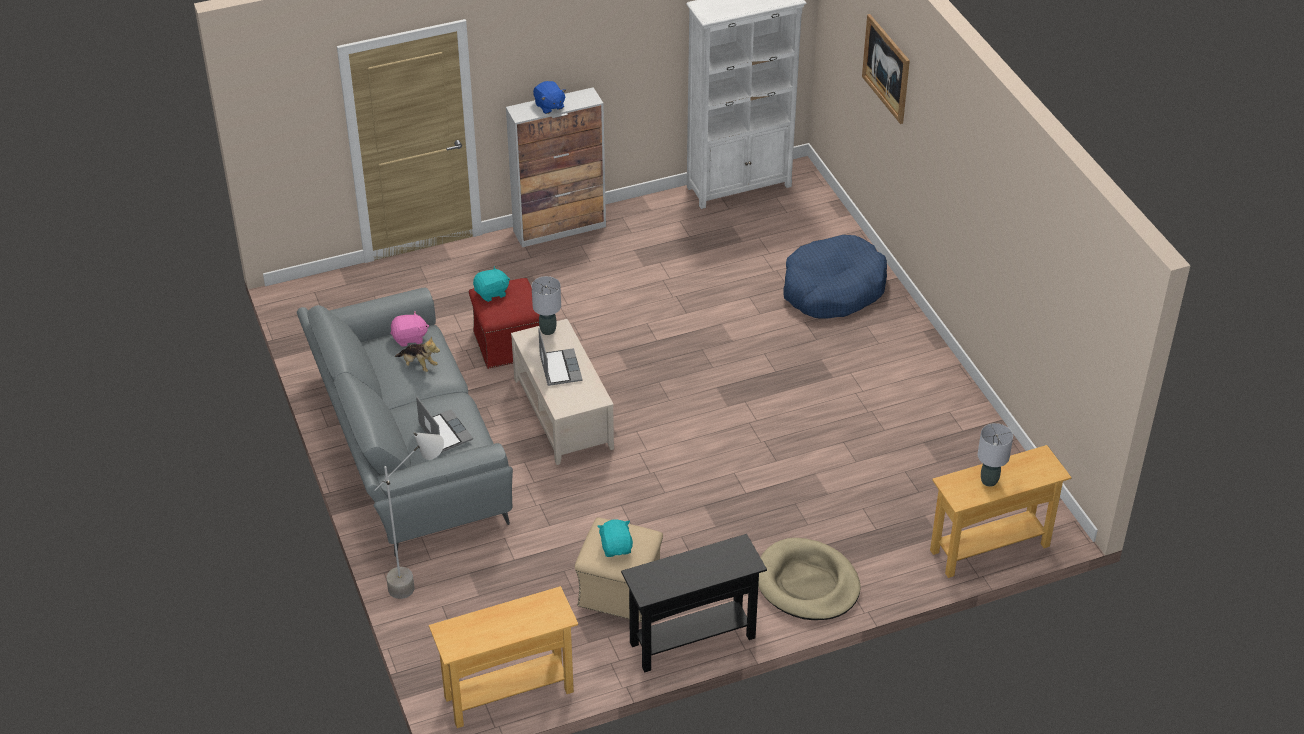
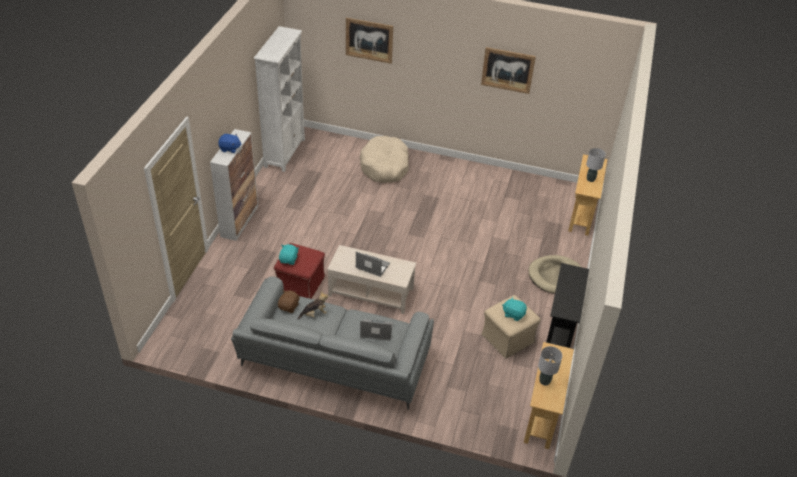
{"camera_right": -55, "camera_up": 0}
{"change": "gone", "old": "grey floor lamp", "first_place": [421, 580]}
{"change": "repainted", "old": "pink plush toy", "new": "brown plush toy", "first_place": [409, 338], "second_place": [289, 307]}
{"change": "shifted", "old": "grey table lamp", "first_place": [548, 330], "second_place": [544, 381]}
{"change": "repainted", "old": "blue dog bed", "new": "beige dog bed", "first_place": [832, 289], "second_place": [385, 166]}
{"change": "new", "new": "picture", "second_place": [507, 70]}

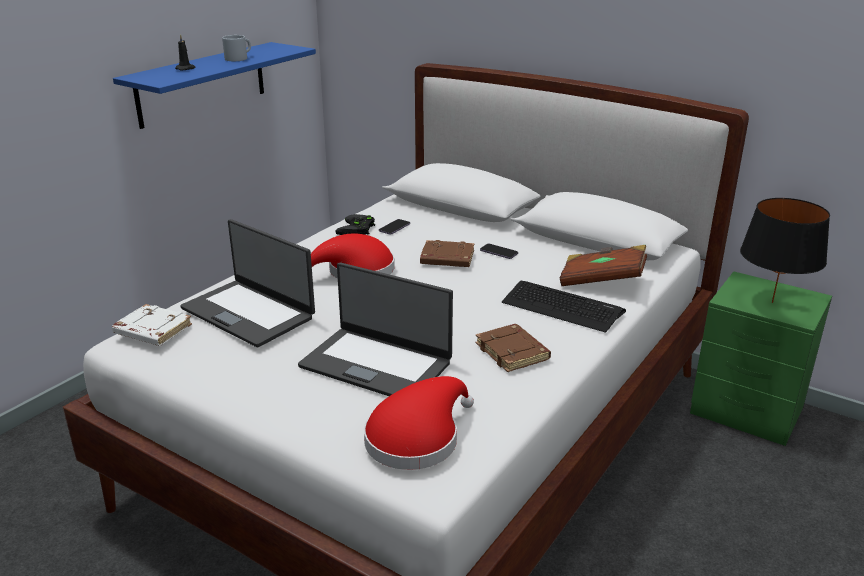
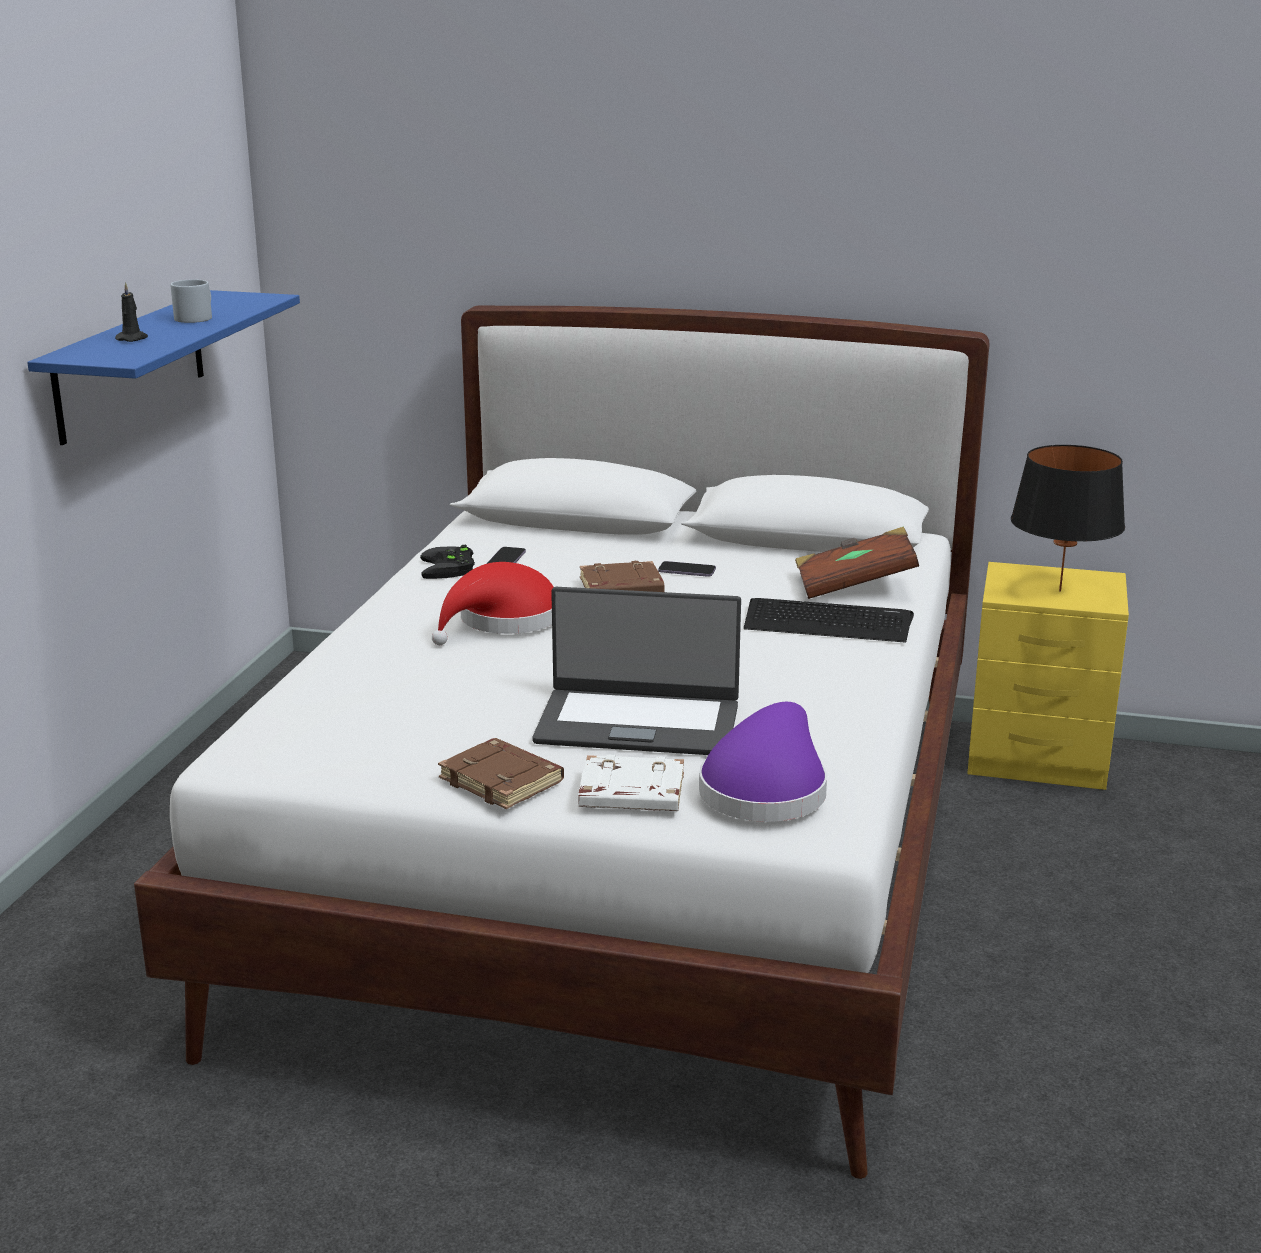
{"camera_right": -20, "camera_up": -5}
{"change": "shifted", "old": "white book", "first_place": [151, 330], "second_place": [630, 794]}
{"change": "gone", "old": "laptop", "first_place": [249, 312]}
{"change": "repainted", "old": "red hat", "new": "purple hat", "first_place": [417, 438], "second_place": [766, 789]}
{"change": "shifted", "old": "brown book", "first_place": [513, 352], "second_place": [503, 781]}
{"change": "repainted", "old": "green nightstand", "new": "yellow nightstand", "first_place": [748, 412], "second_place": [1040, 759]}

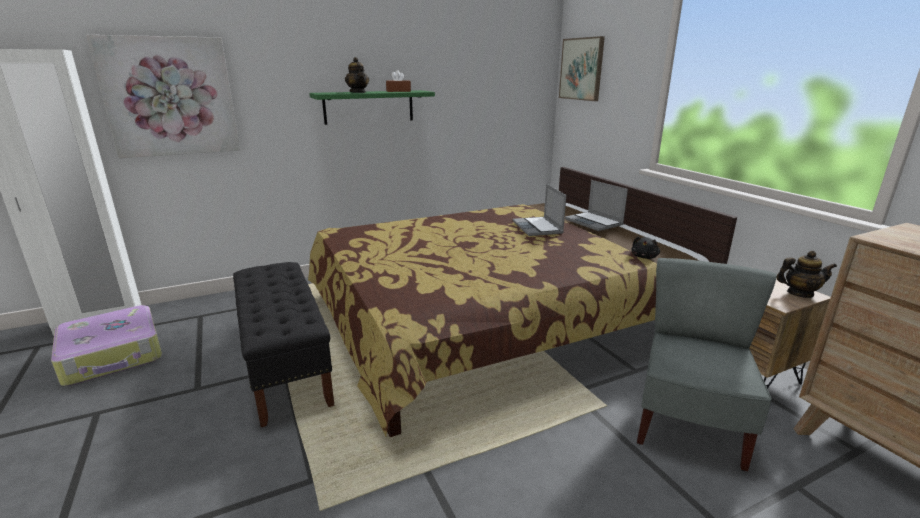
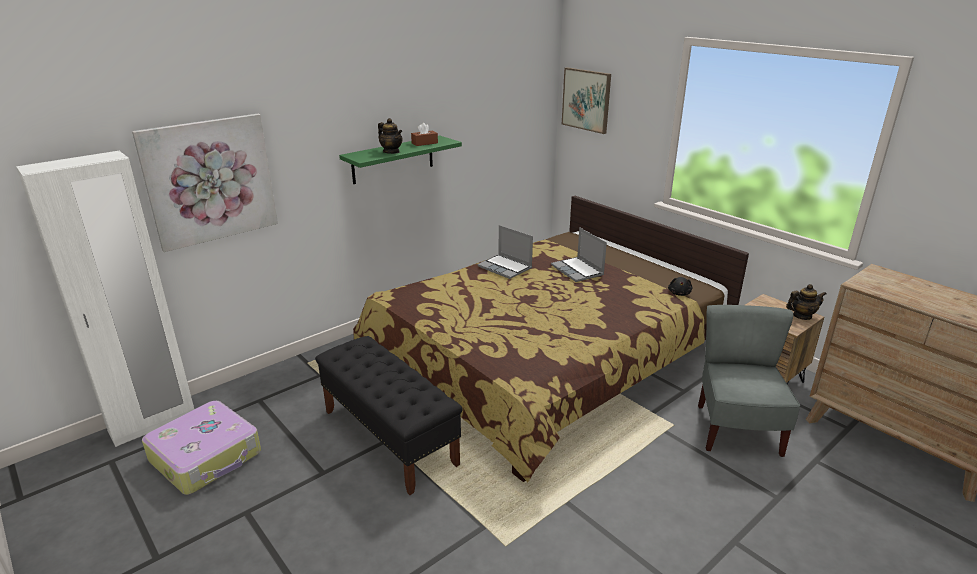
{"camera_right": -15, "camera_up": 5}
{"change": "shifted", "old": "laptop", "first_place": [594, 222], "second_place": [505, 267]}

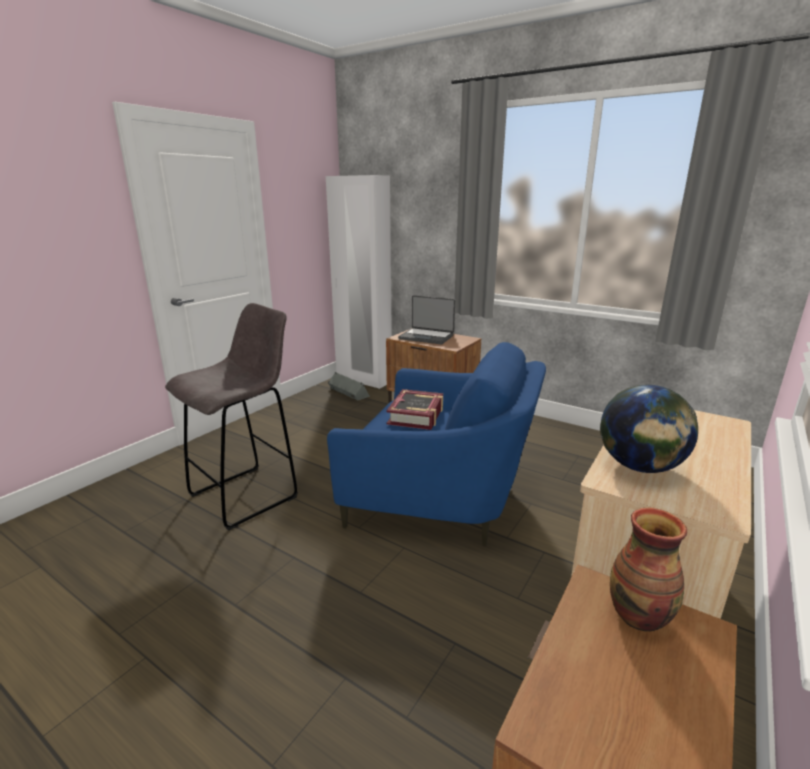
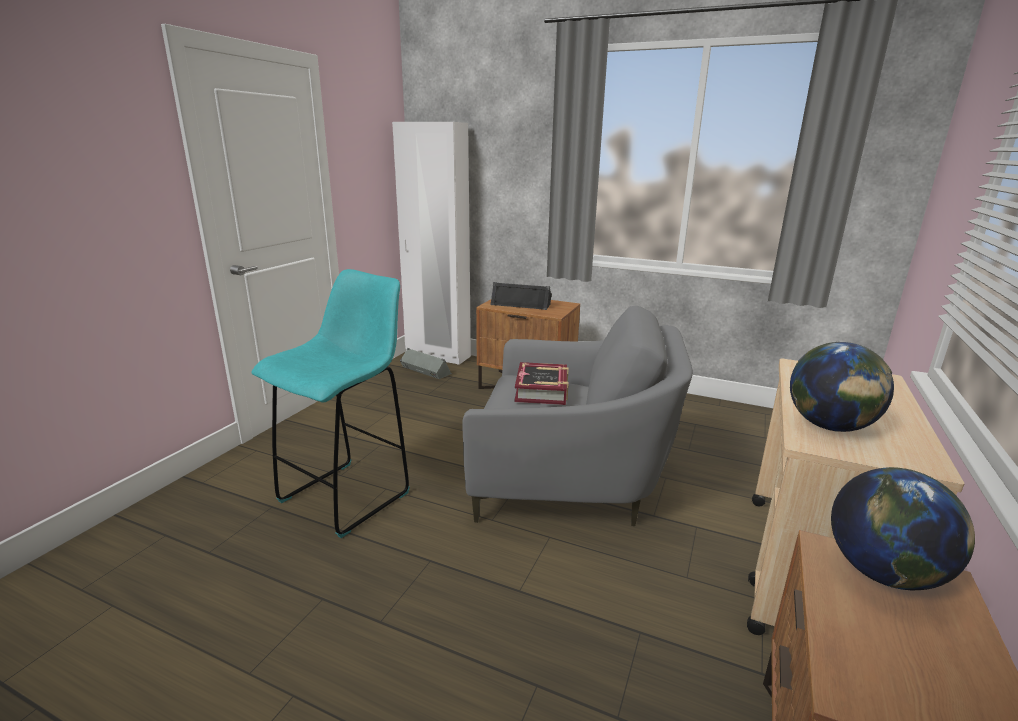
{"camera_right": -10, "camera_up": 0}
{"change": "repainted", "old": "grey stool", "new": "turquoise stool", "first_place": [247, 495], "second_place": [348, 495]}
{"change": "repainted", "old": "blue armchair", "new": "grey armchair", "first_place": [440, 498], "second_place": [569, 480]}
{"change": "swapped", "old": "laptop", "new": "black speaker", "first_place": [427, 337], "second_place": [521, 304]}
{"change": "swapped", "old": "vase", "new": "globe", "first_place": [640, 616], "second_place": [883, 574]}

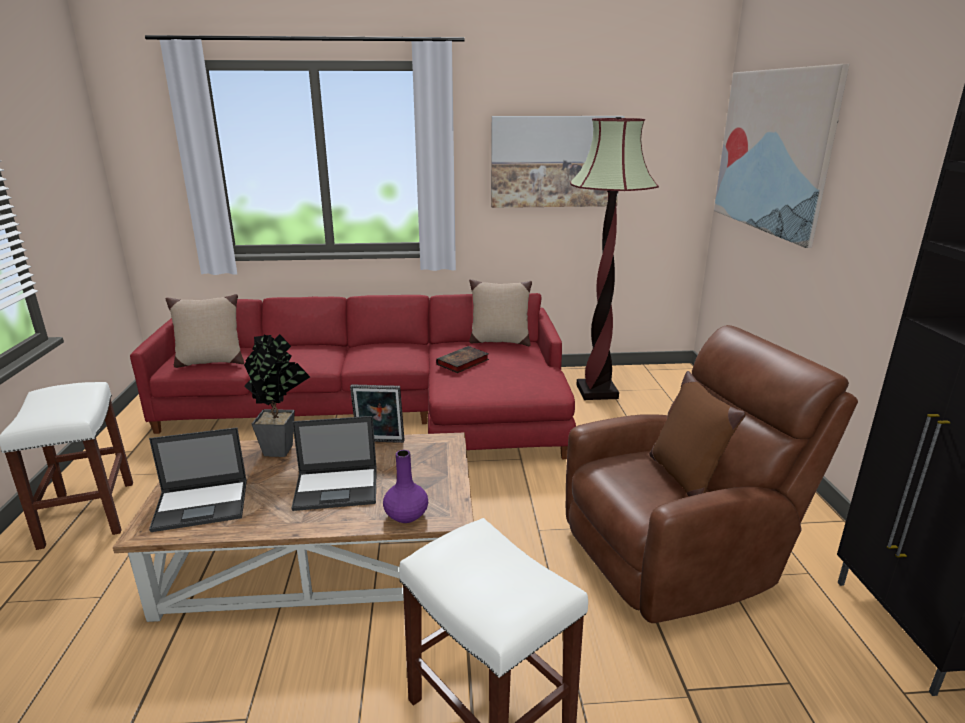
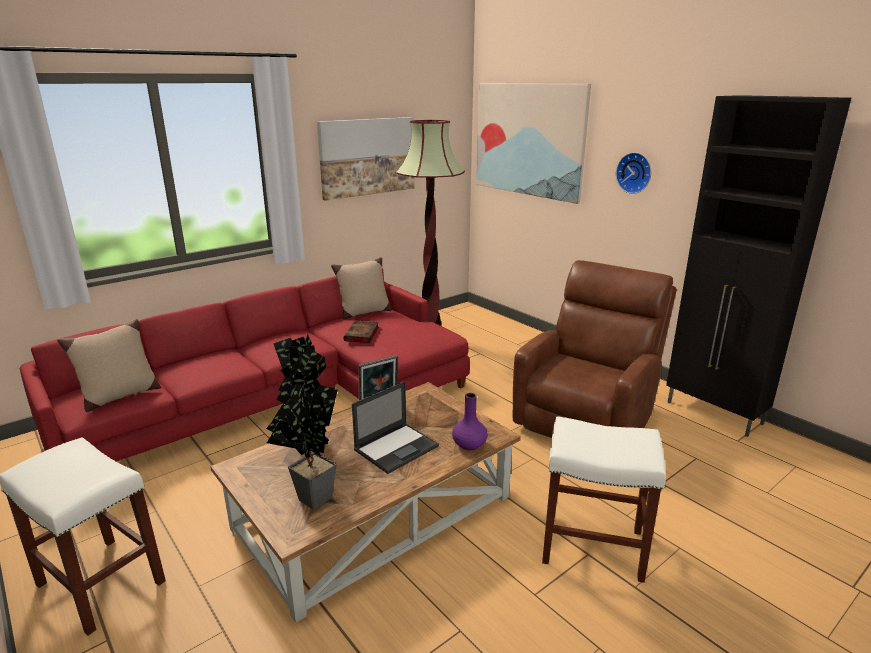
{"camera_right": -35, "camera_up": 0}
{"change": "swapped", "old": "laptop", "new": "potted plant", "first_place": [203, 505], "second_place": [309, 499]}
{"change": "gone", "old": "brown pillow", "first_place": [684, 477]}
{"change": "new", "new": "wall clock", "second_place": [635, 172]}

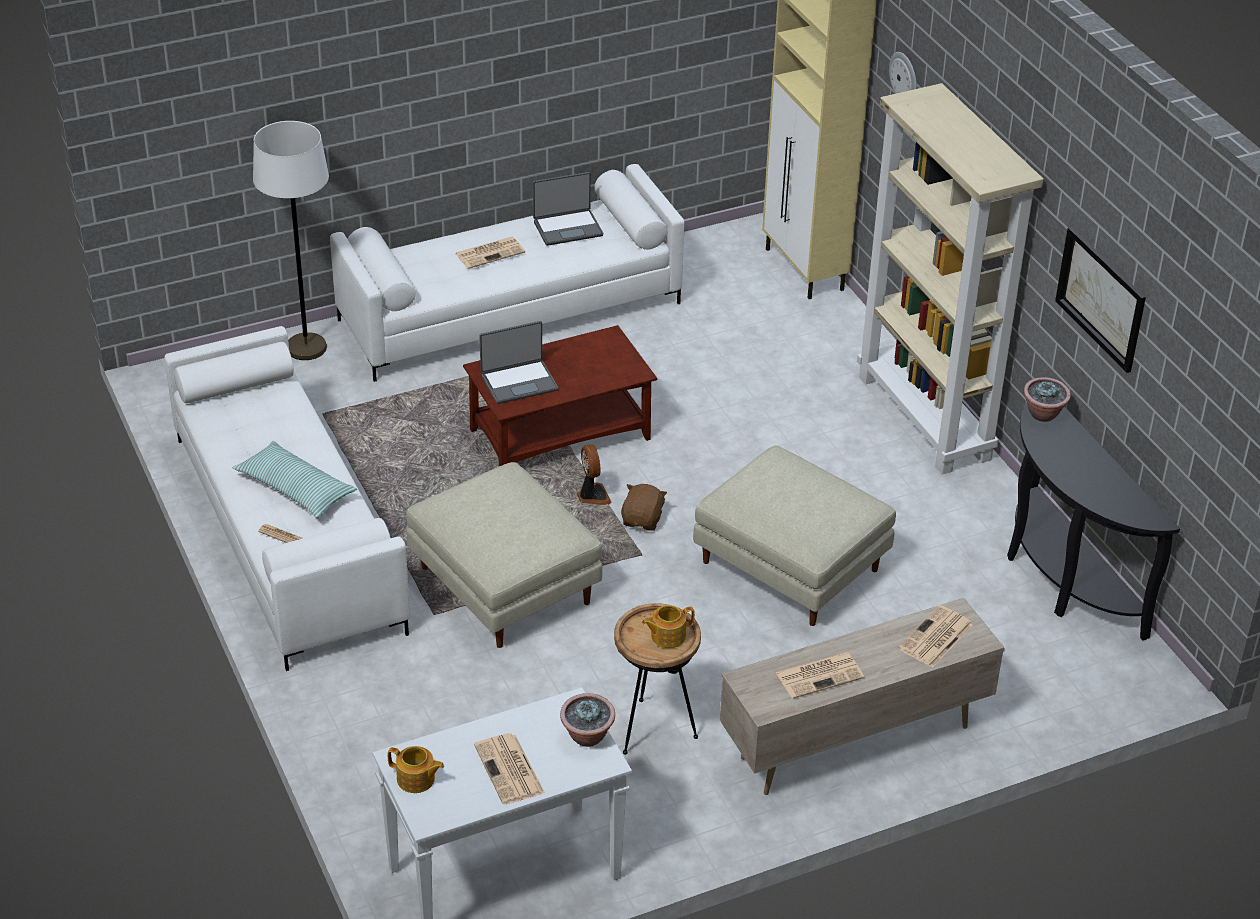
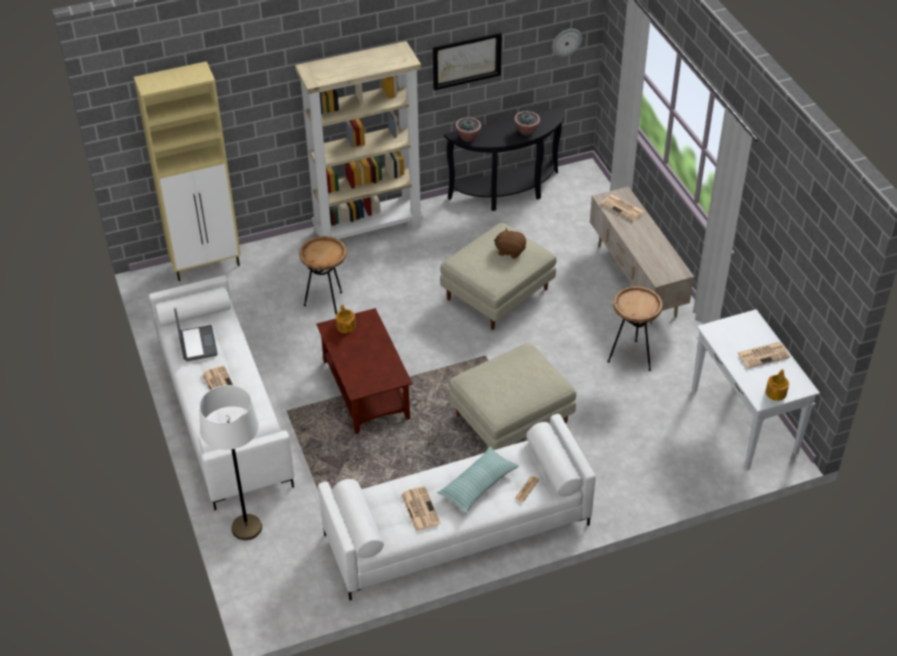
{"camera_right": -85, "camera_up": 5}
{"change": "gone", "old": "laptop", "first_place": [519, 382]}
{"change": "shifted", "old": "potted plant", "first_place": [587, 737], "second_place": [526, 131]}
{"change": "gone", "old": "fan", "first_place": [592, 496]}
{"change": "shifted", "old": "brown plush toy", "first_place": [643, 520], "second_place": [510, 251]}
{"change": "shifted", "old": "teapot", "first_place": [667, 636], "second_place": [346, 326]}
{"change": "shifted", "old": "newspaper", "first_place": [820, 675], "second_place": [419, 508]}
{"change": "shifted", "old": "wall clock", "first_place": [904, 78], "second_place": [566, 42]}
{"change": "new", "new": "brown side table", "second_place": [327, 306]}

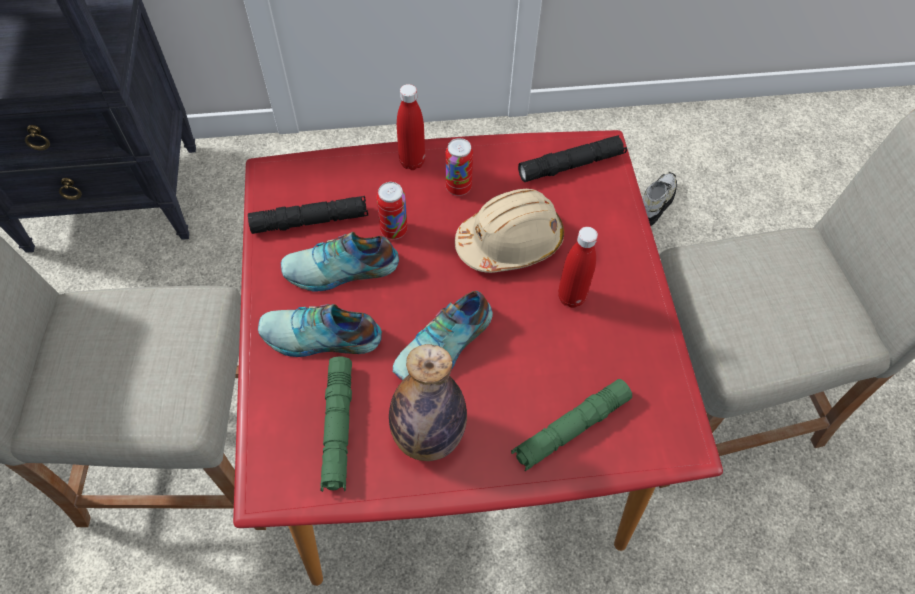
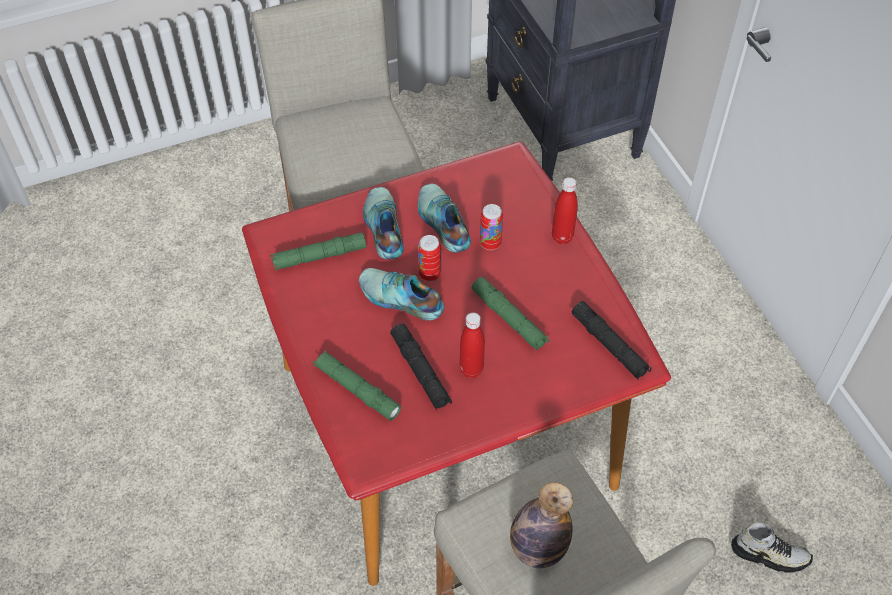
{"camera_right": 75, "camera_up": -5}
{"change": "shifted", "old": "black flashlight", "first_place": [310, 221], "second_place": [420, 371]}
{"change": "shifted", "old": "bottle", "first_place": [428, 436], "second_place": [537, 549]}
{"change": "shifted", "old": "can", "first_place": [458, 187], "second_place": [429, 274]}
{"change": "swapped", "old": "beige hard hat", "new": "green flashlight", "first_place": [510, 242], "second_place": [509, 318]}

